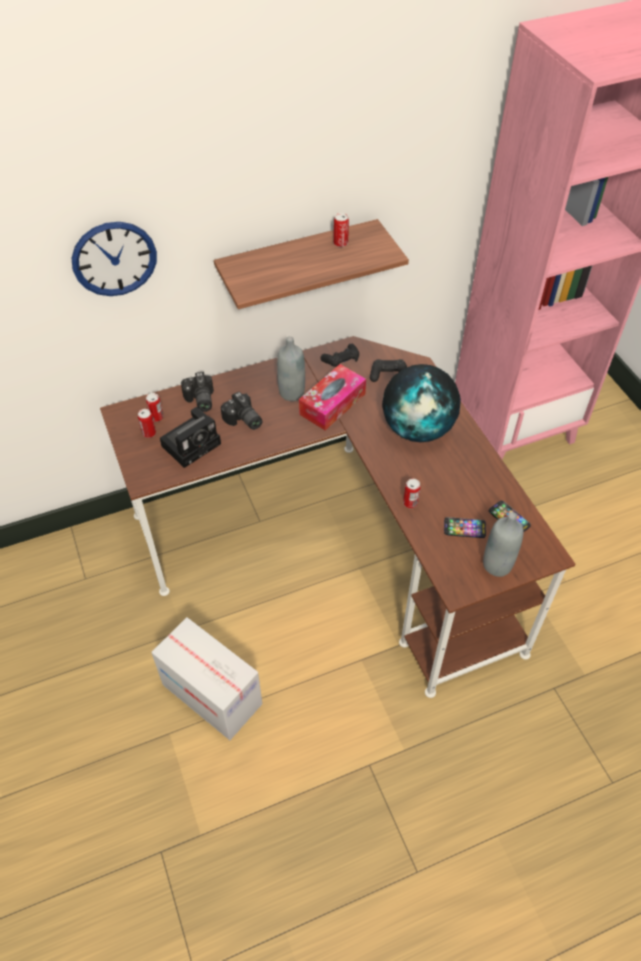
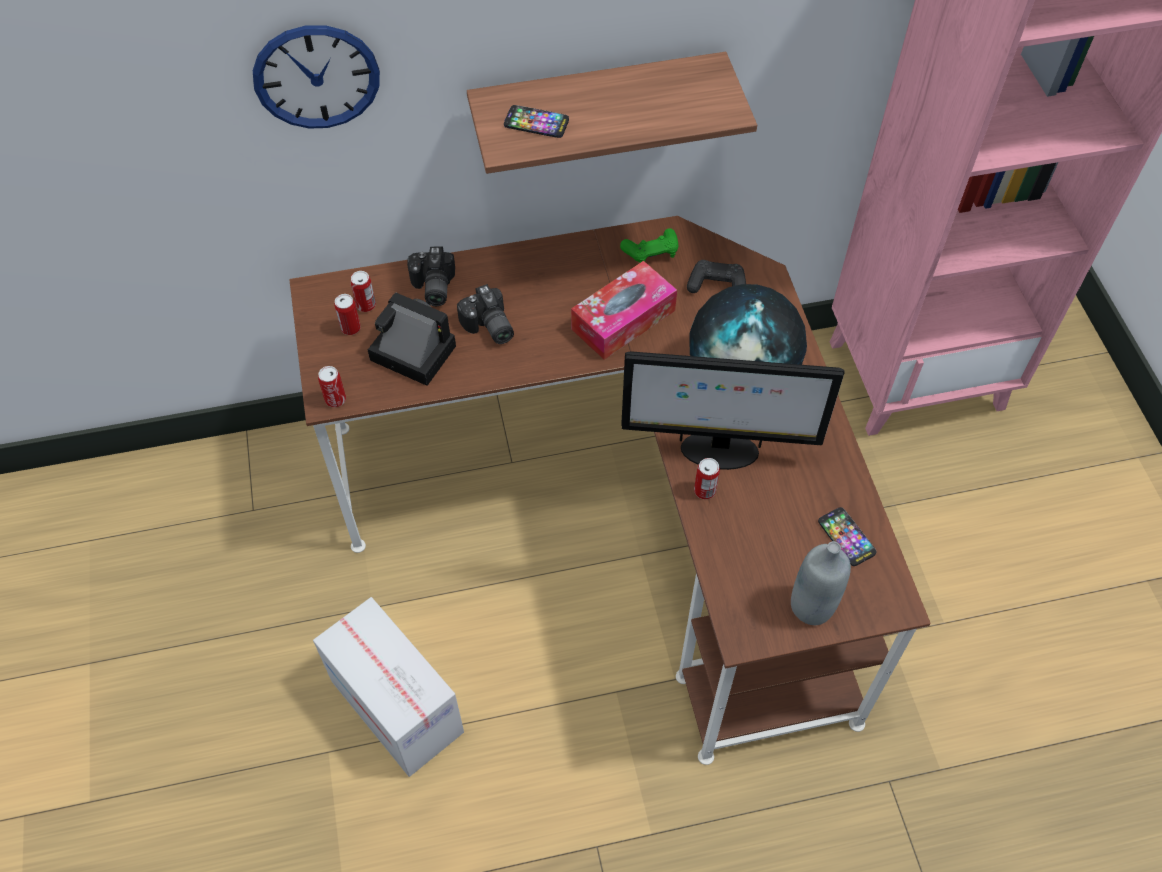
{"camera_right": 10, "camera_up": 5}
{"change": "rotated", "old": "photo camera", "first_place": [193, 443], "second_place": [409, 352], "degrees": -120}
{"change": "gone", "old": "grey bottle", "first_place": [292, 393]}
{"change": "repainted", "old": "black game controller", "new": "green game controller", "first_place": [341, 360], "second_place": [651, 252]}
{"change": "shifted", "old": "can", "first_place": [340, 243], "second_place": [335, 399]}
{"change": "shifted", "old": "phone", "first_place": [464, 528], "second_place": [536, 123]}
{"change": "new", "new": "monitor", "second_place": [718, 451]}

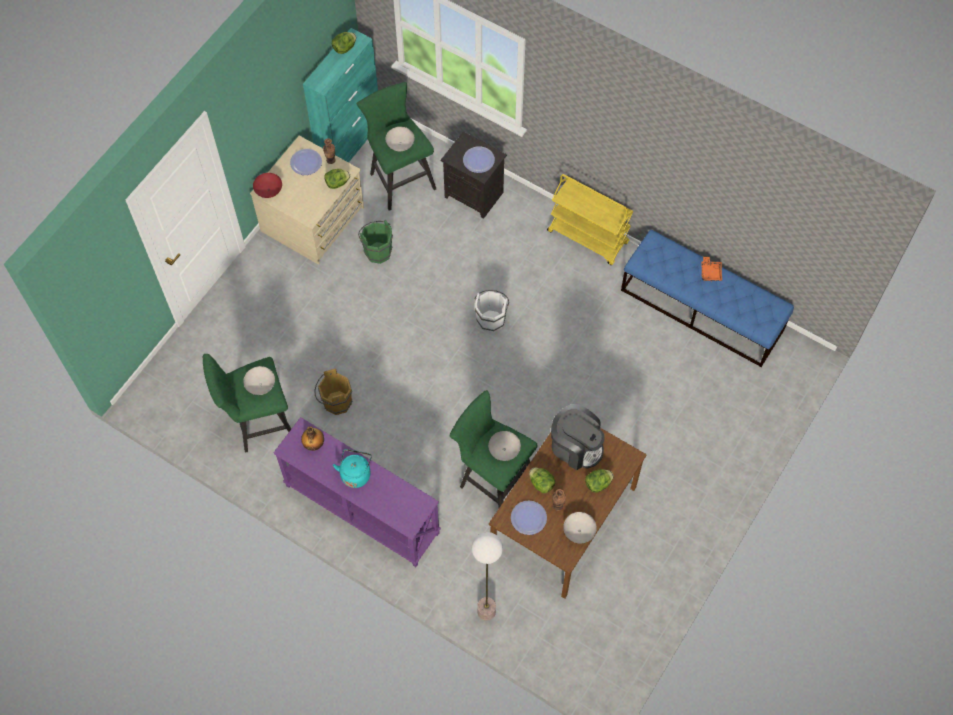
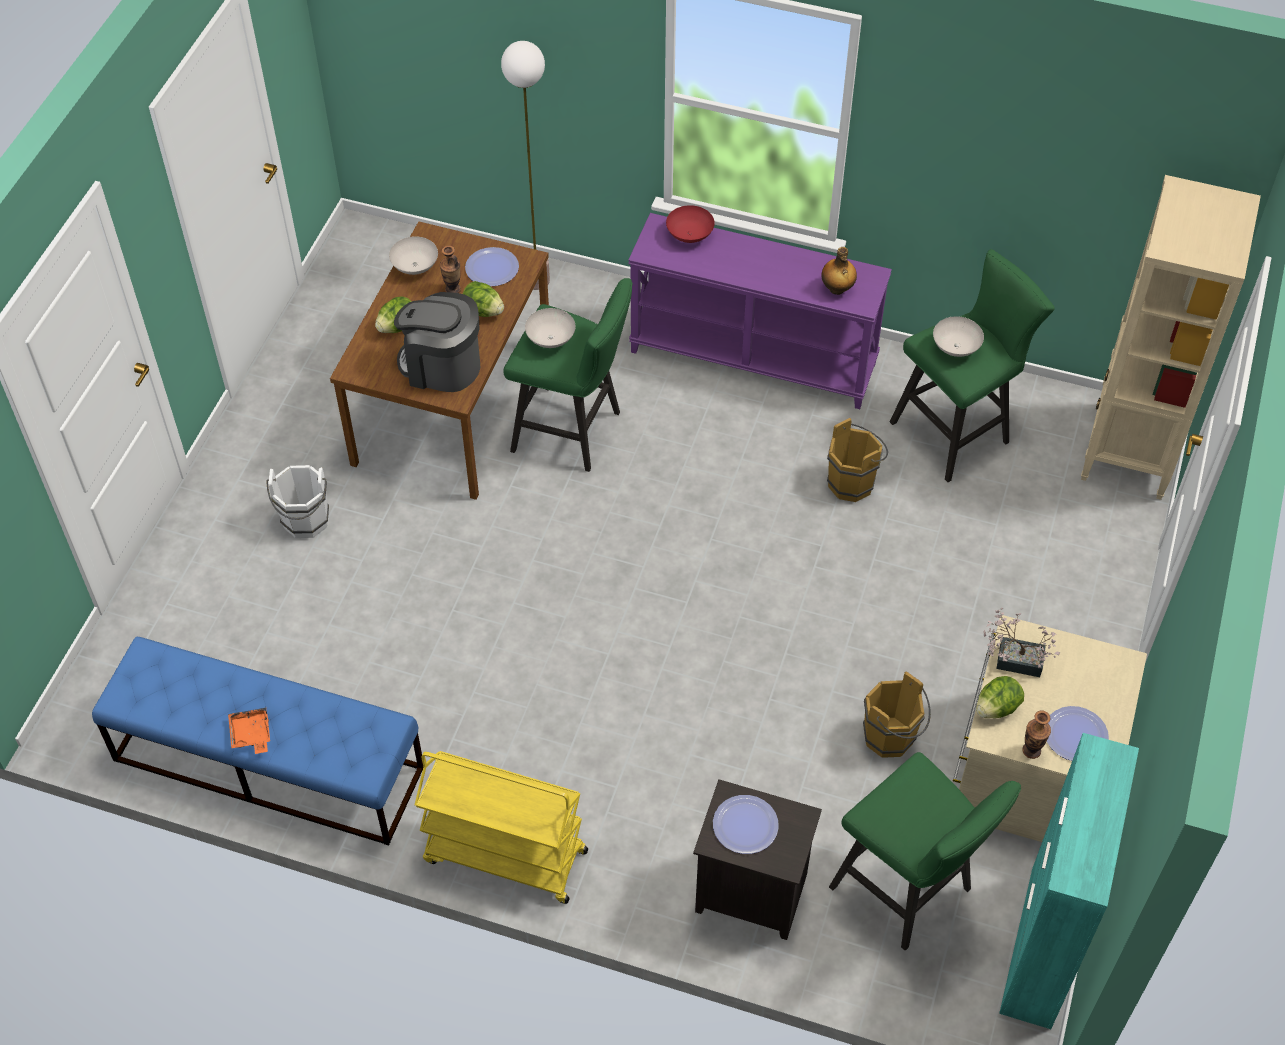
{"camera_right": 165, "camera_up": -10}
{"change": "shifted", "old": "red bowl", "first_place": [269, 190], "second_place": [690, 236]}
{"change": "gone", "old": "lettuce", "first_place": [344, 48]}
{"change": "gone", "old": "turquoise kettle", "first_place": [355, 473]}
{"change": "repainted", "old": "green bucket", "new": "brown bucket", "first_place": [377, 250], "second_place": [891, 739]}
{"change": "gone", "old": "white bowl", "first_place": [400, 145]}
{"change": "shifted", "old": "white bucket", "first_place": [491, 319], "second_place": [305, 524]}
{"change": "new", "new": "potted plant", "second_place": [1013, 659]}
{"change": "new", "new": "beige bookcase", "second_place": [1128, 452]}

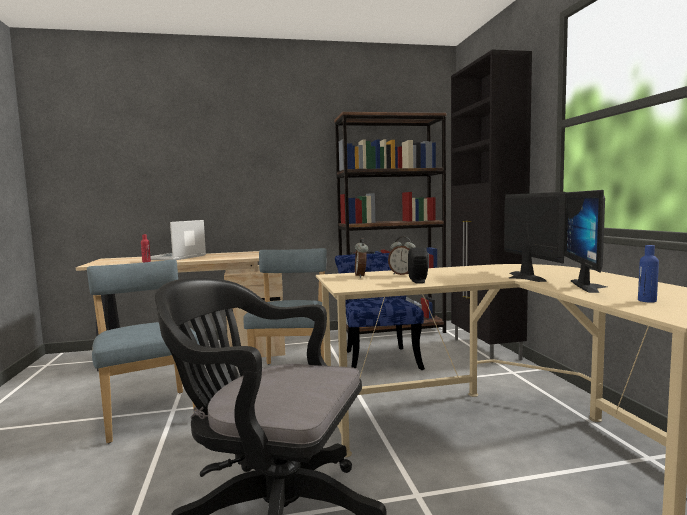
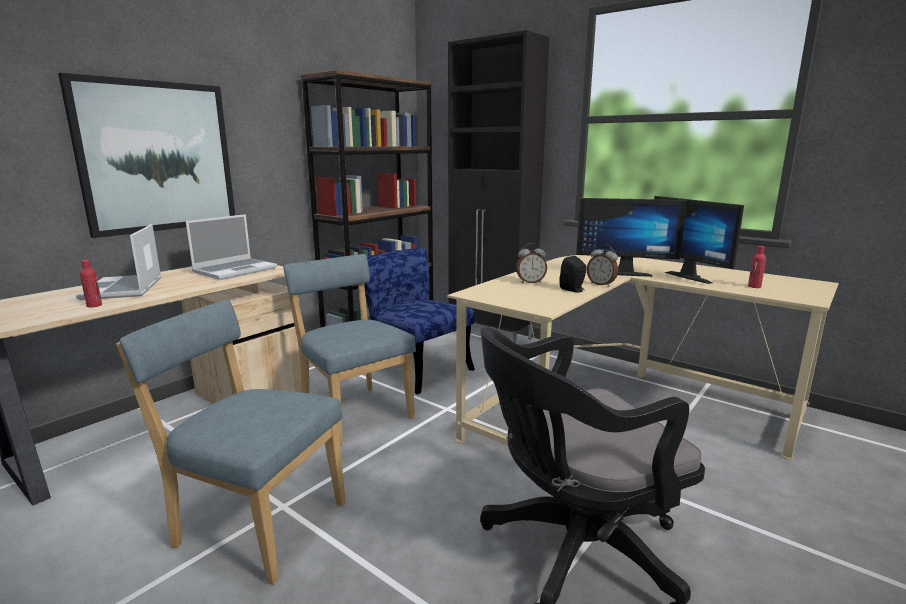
{"camera_right": -40, "camera_up": 10}
{"change": "shifted", "old": "alarm clock", "first_place": [361, 276], "second_place": [601, 284]}
{"change": "rotated", "old": "monitor", "first_place": [520, 277], "second_place": [624, 273], "degrees": 150}
{"change": "repainted", "old": "blue bottle", "new": "red bottle", "first_place": [647, 301], "second_place": [754, 286]}
{"change": "new", "new": "picture", "second_place": [157, 157]}
{"change": "new", "new": "laptop", "second_place": [235, 270]}

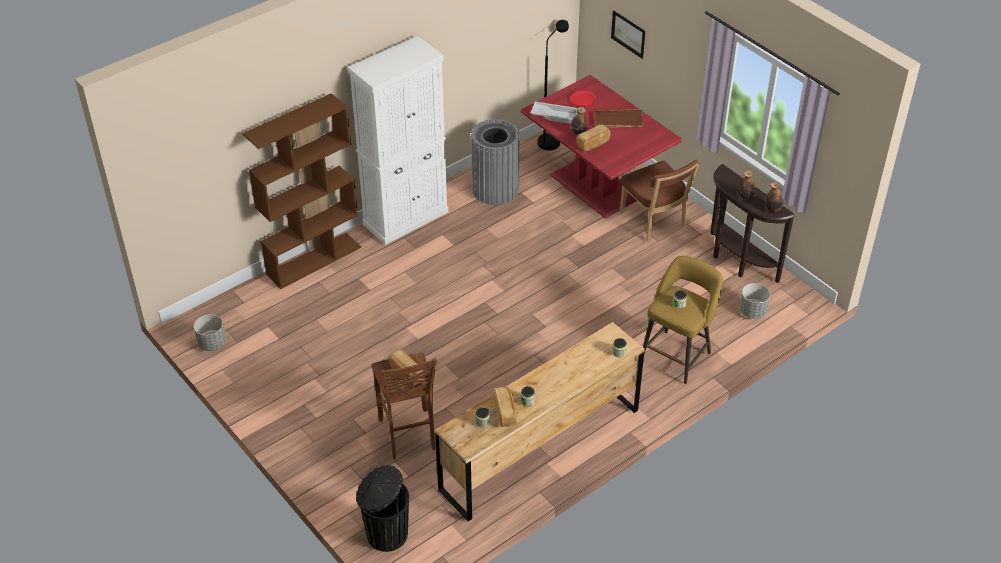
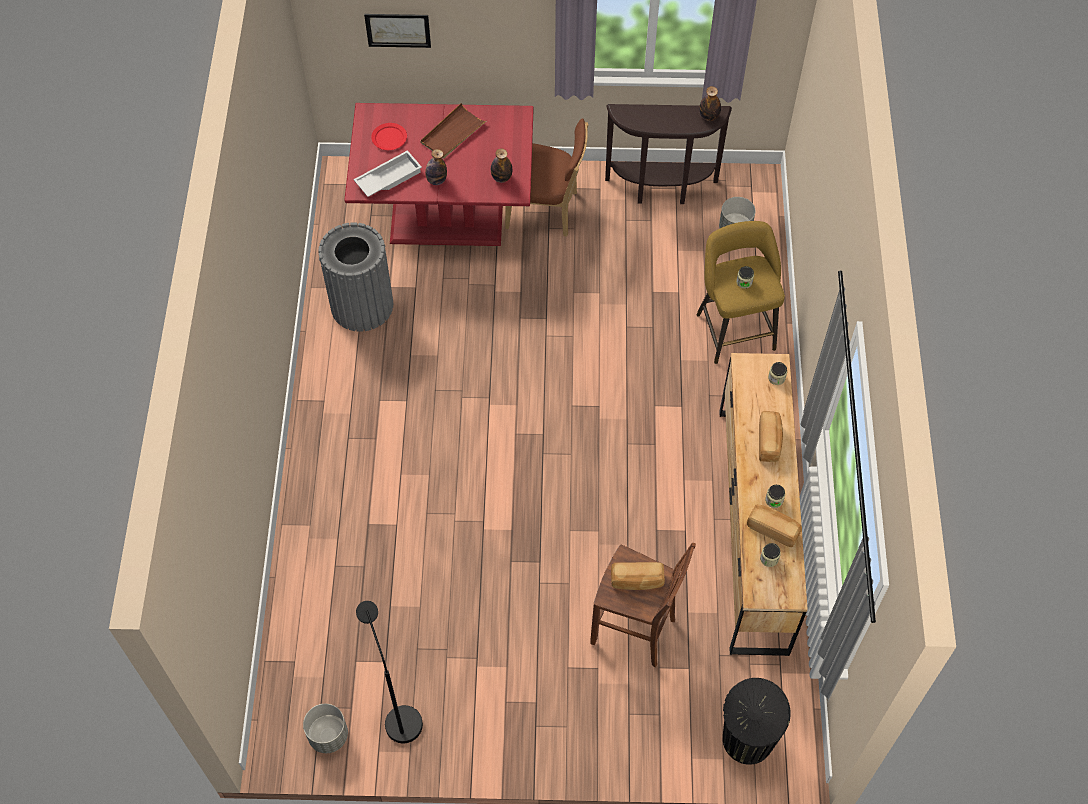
{"camera_right": -50, "camera_up": 15}
{"change": "gone", "old": "brown bookcase", "first_place": [314, 260]}
{"change": "gone", "old": "white cabinet", "first_place": [406, 218]}
{"change": "shifted", "old": "black floor lamp", "first_place": [551, 139], "second_place": [399, 715]}
{"change": "shifted", "old": "bread", "first_place": [593, 144], "second_place": [769, 442]}
{"change": "shifted", "old": "bottle", "first_place": [745, 197], "second_place": [501, 178]}

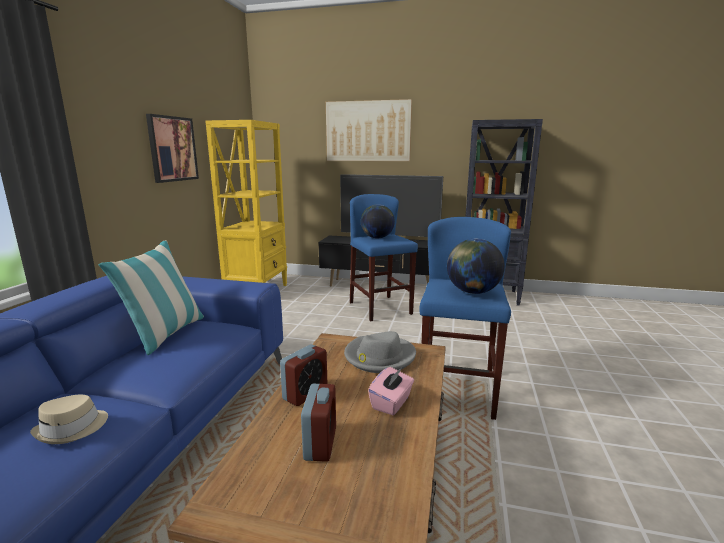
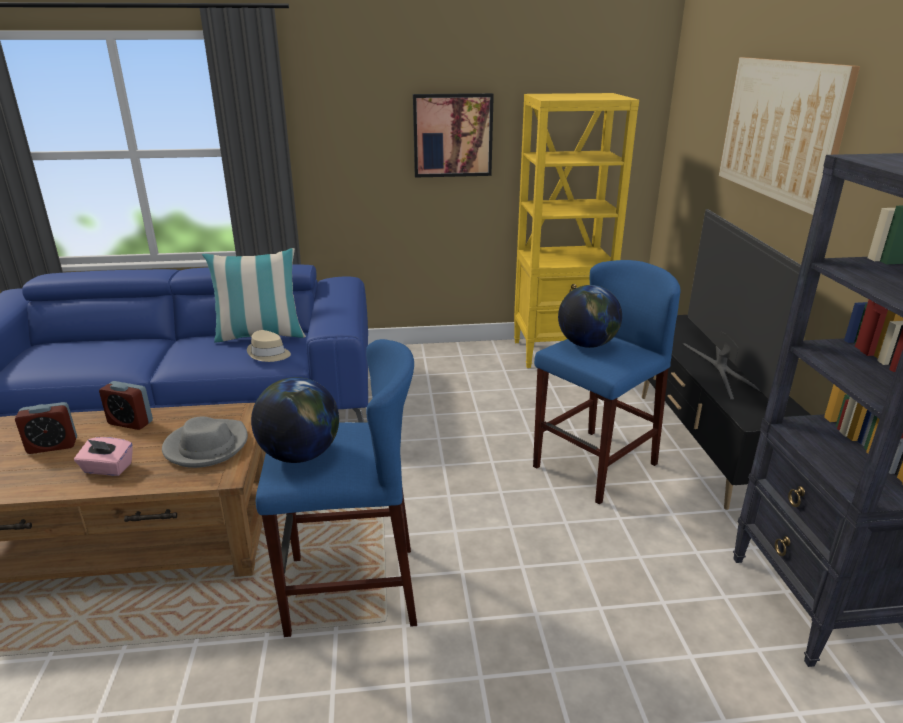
{"camera_right": 70, "camera_up": 10}
{"change": "shifted", "old": "beige hat", "first_place": [72, 428], "second_place": [268, 354]}

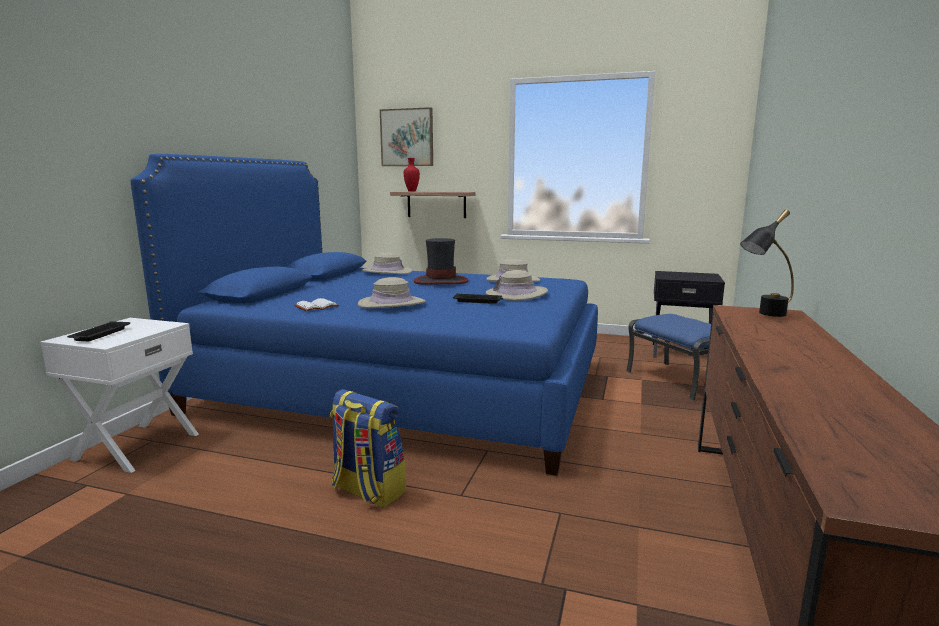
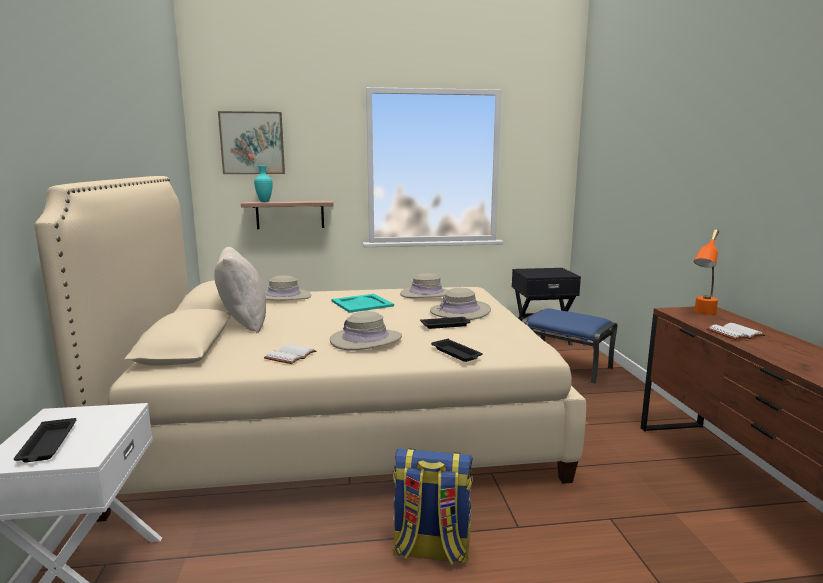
{"camera_right": -25, "camera_up": 0}
{"change": "repainted", "old": "blue bed", "new": "beige bed", "first_place": [402, 388], "second_place": [342, 422]}
{"change": "repainted", "old": "red vase", "new": "turquoise vase", "first_place": [412, 191], "second_place": [265, 202]}
{"change": "swapped", "old": "hat", "new": "turquoise tray", "first_place": [440, 281], "second_place": [361, 303]}
{"change": "repainted", "old": "black table lamp", "new": "orange table lamp", "first_place": [764, 315], "second_place": [702, 314]}
{"change": "new", "new": "beige pillow", "second_place": [243, 322]}
{"change": "new", "new": "black tray", "second_place": [457, 354]}
{"change": "new", "new": "white book", "second_place": [734, 333]}

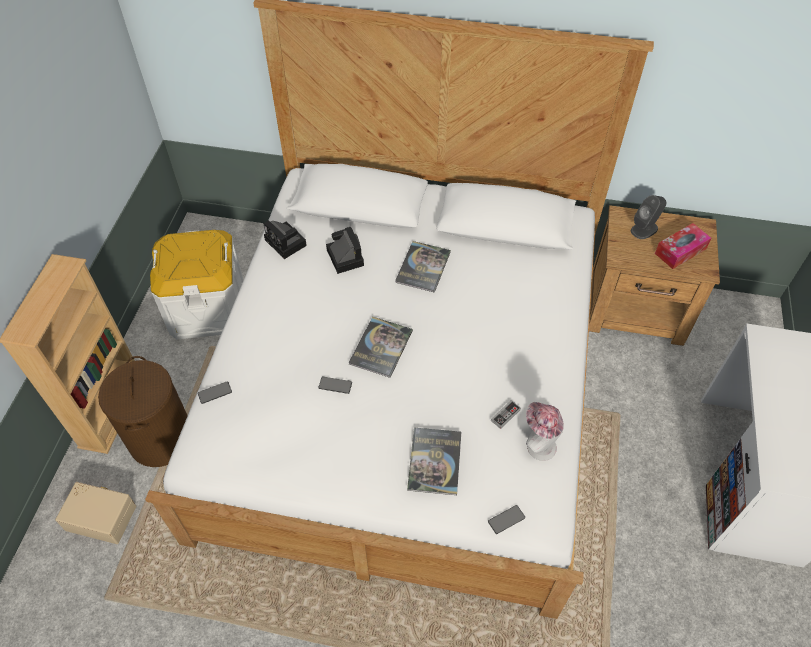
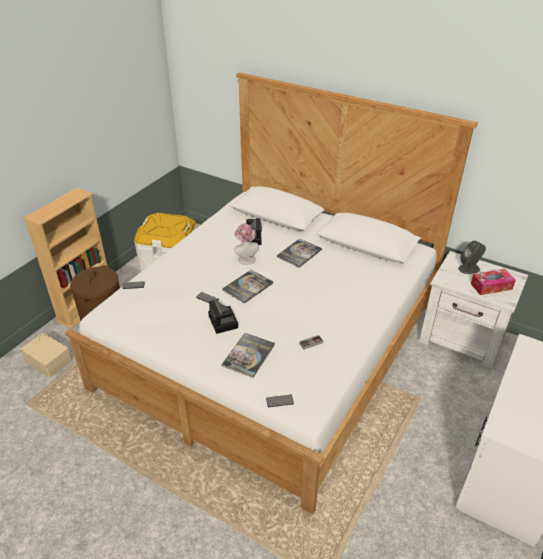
{"camera_right": 20, "camera_up": -15}
{"change": "shifted", "old": "photo camera", "first_place": [287, 243], "second_place": [224, 323]}
{"change": "shifted", "old": "hat", "first_place": [538, 444], "second_place": [245, 258]}
{"change": "repainted", "old": "brown nightstand", "new": "white nightstand", "first_place": [637, 310], "second_place": [463, 339]}

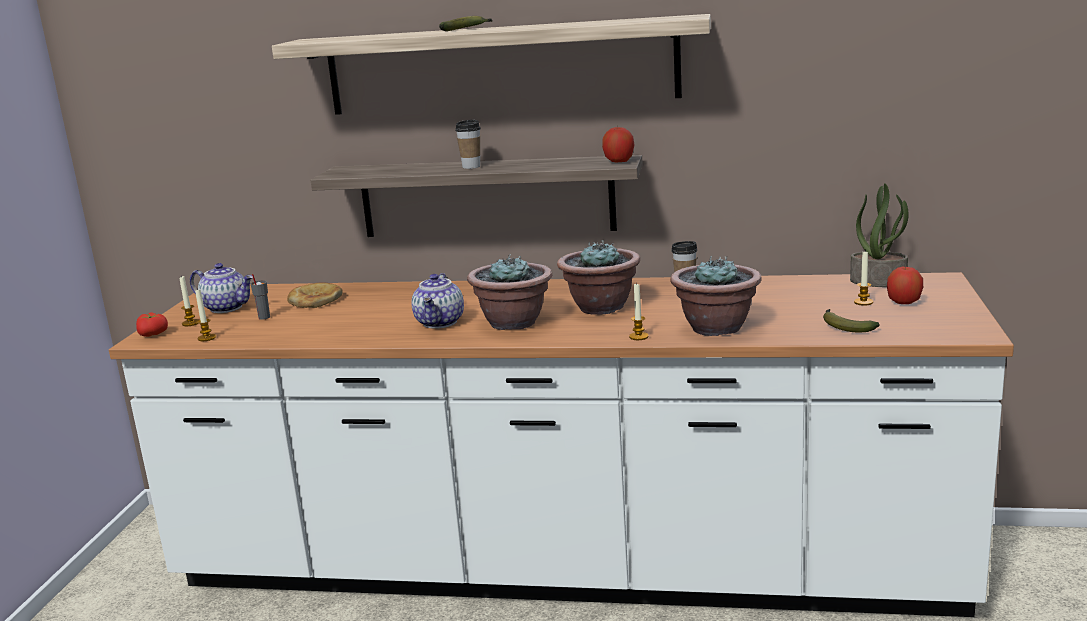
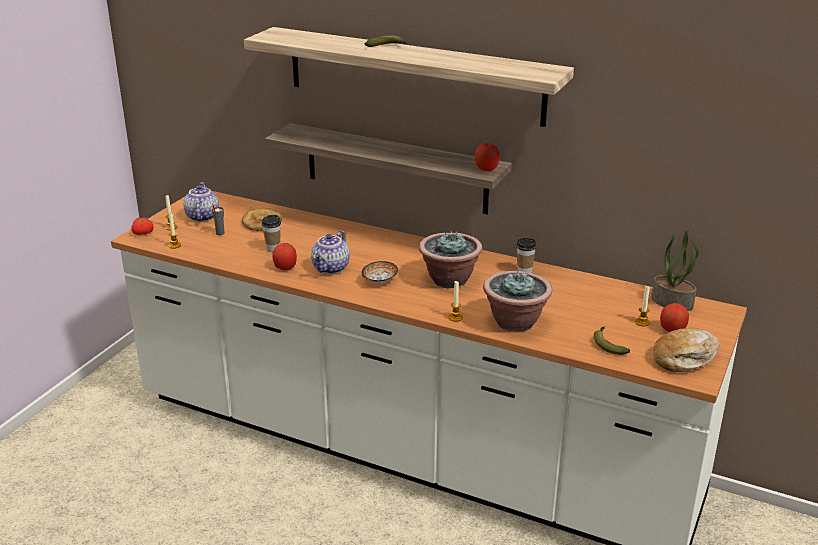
{"camera_right": 15, "camera_up": 10}
{"change": "rotated", "old": "teapot", "first_place": [227, 307], "second_place": [201, 216], "degrees": -135}
{"change": "shifted", "old": "cup", "first_place": [471, 167], "second_place": [273, 249]}
{"change": "swapped", "old": "potted plant", "new": "bowl", "first_place": [513, 322], "second_place": [380, 281]}
{"change": "new", "new": "apple", "second_place": [285, 267]}
{"change": "new", "new": "bread", "second_place": [684, 358]}

